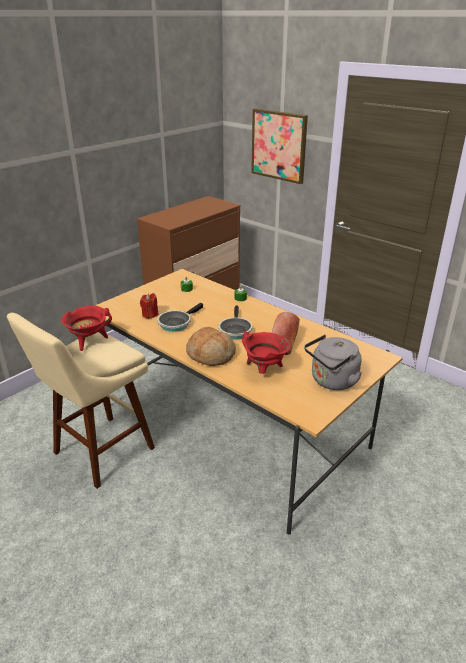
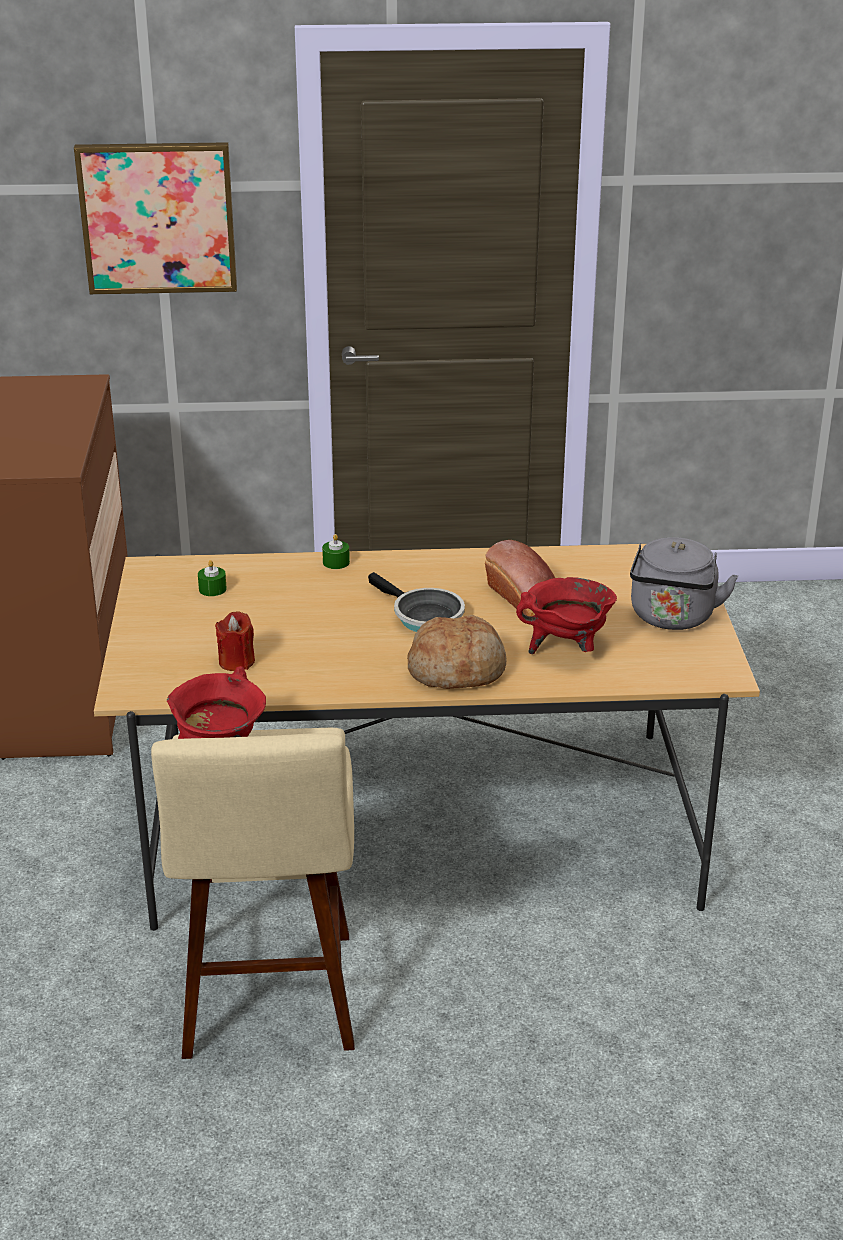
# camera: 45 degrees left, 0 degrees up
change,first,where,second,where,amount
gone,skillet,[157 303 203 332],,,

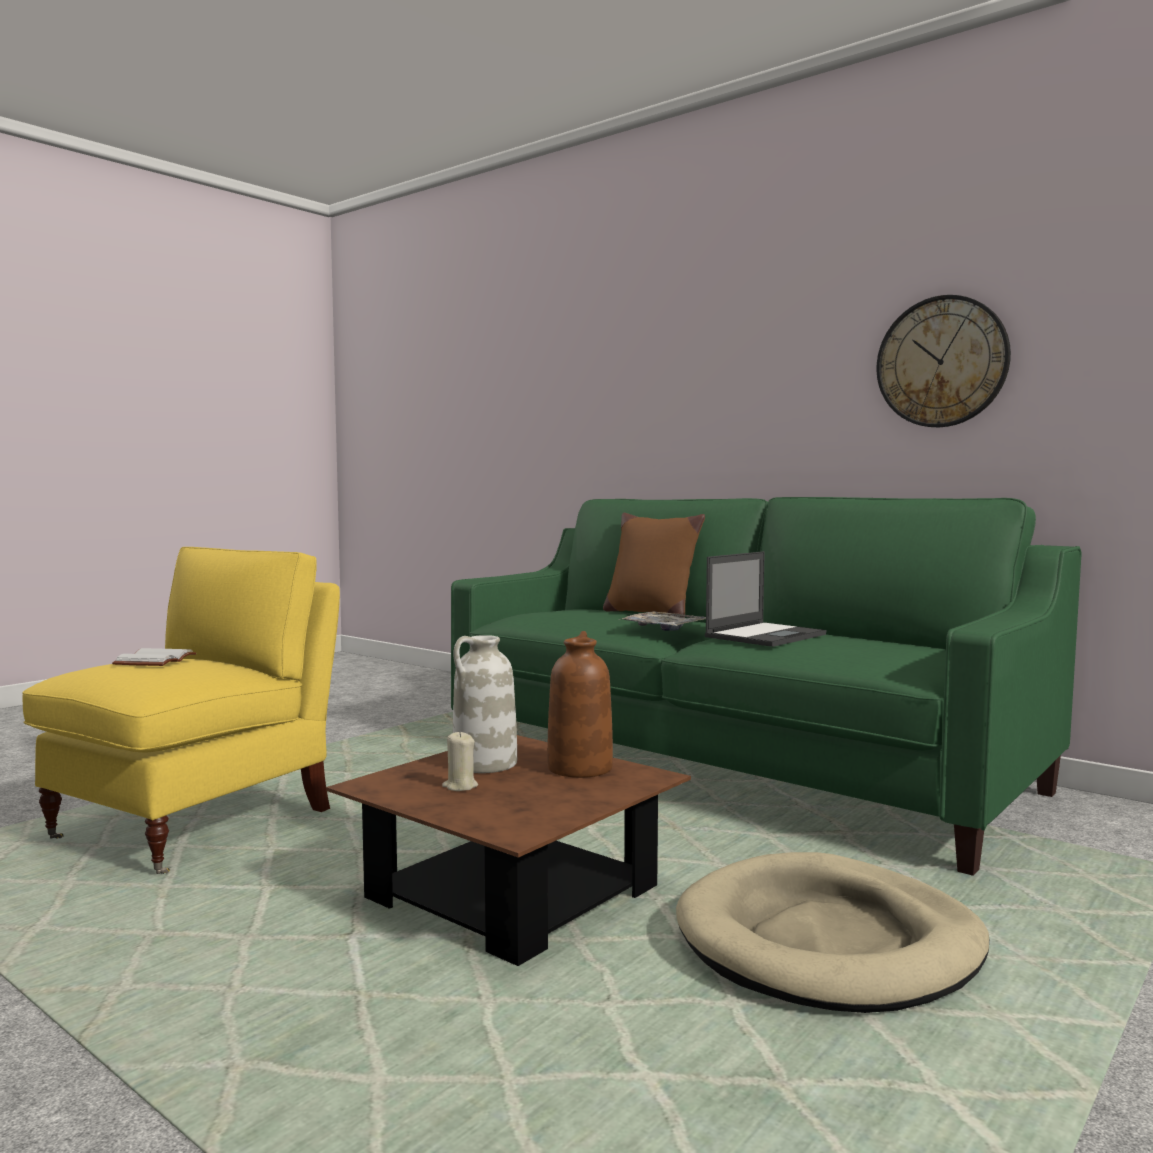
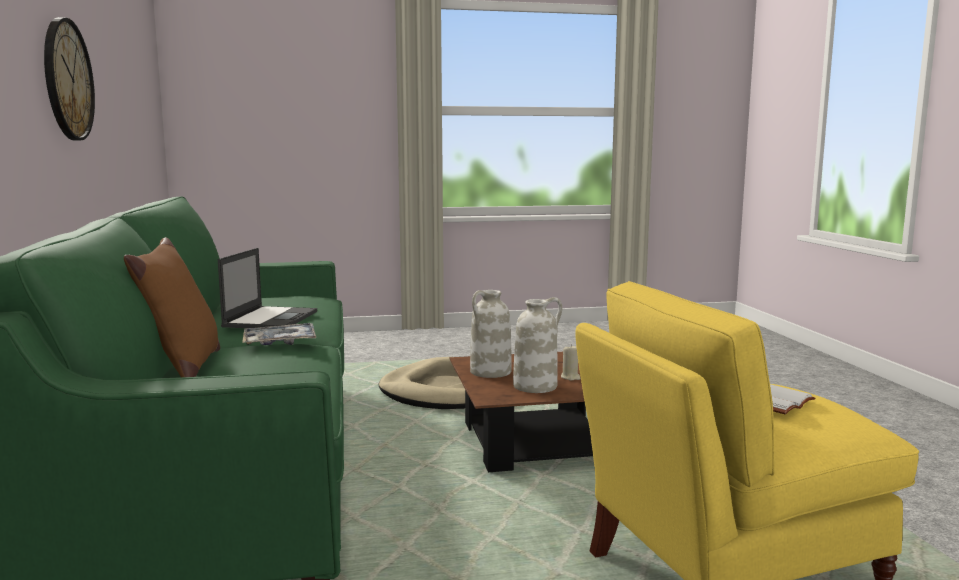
# camera: 140 degrees left, 5 degrees up
change,first,where,second,where,amount
repainted,vase/brown,[547 631 613 778],vase/white,[470 290 512 378],
rotated,laptop,[705 551 826 647],,[218 248 317 328],105 degrees clockwise

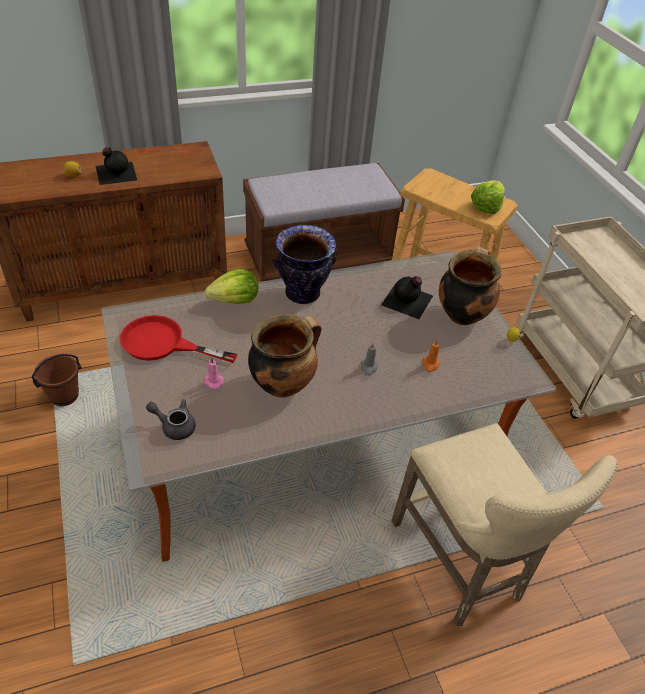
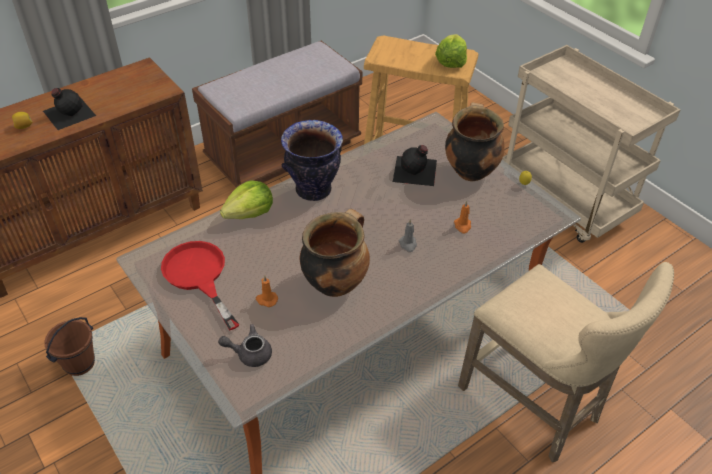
# camera: 15 degrees left, 0 degrees up
change,first,where,second,where,amount
rotated,skillet/red,[120 315 238 363],,[161 241 240 331],60 degrees clockwise
repainted,candle/pink-coloured,[204 358 224 389],candle/orange,[256 275 278 307],

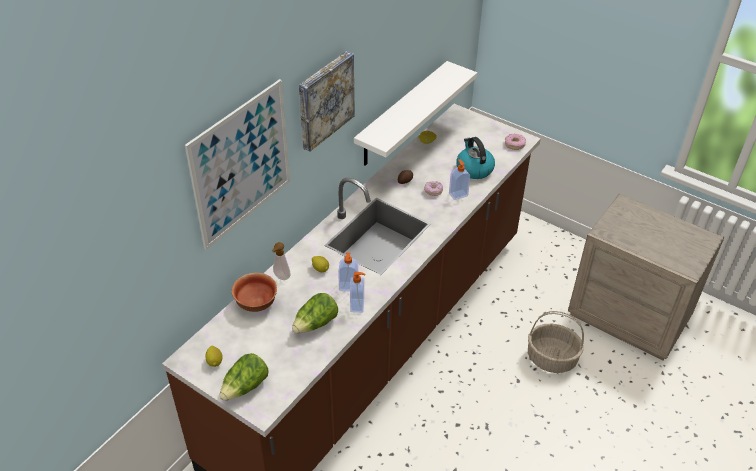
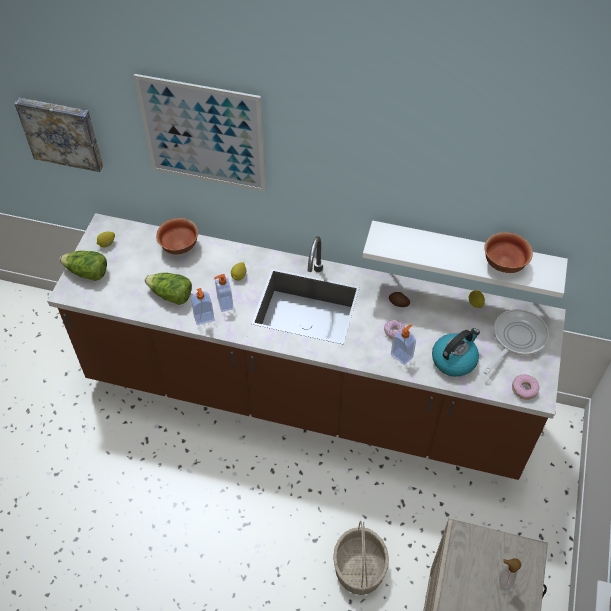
# camera: 70 degrees right, 10 degrees up
change,first,where,second,where,amount
shifted,liquid soap bottle,[272 242 291 280],,[499 558 521 590],
shifted,picture,[299 51 355 152],,[14 98 103 172],
new,,,skillet,[483 309 549 374],
new,,,deep dish,[484 232 533 273],

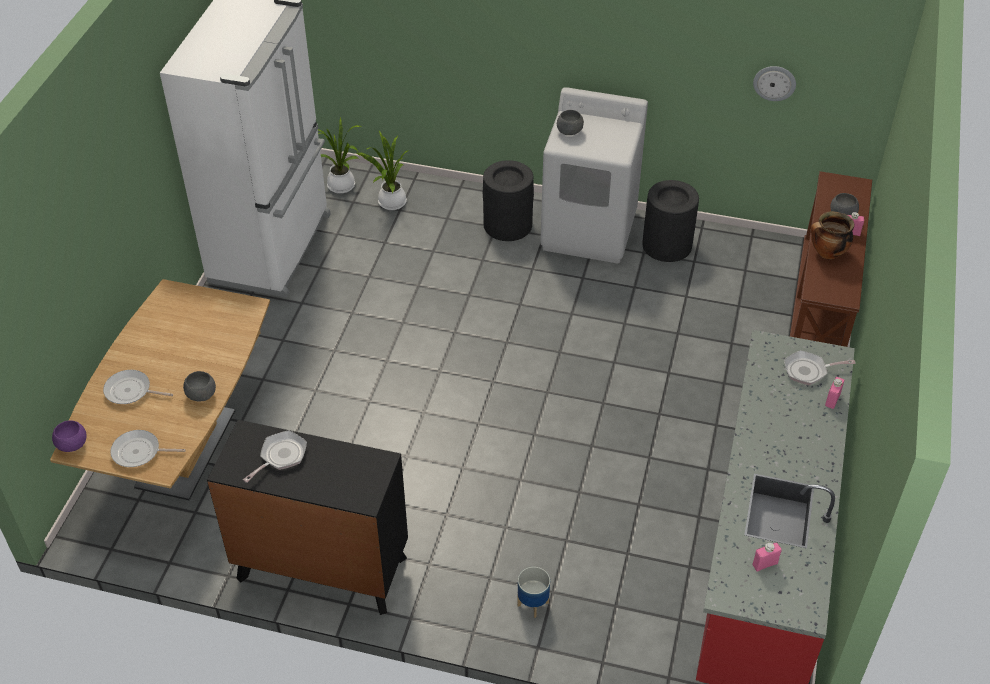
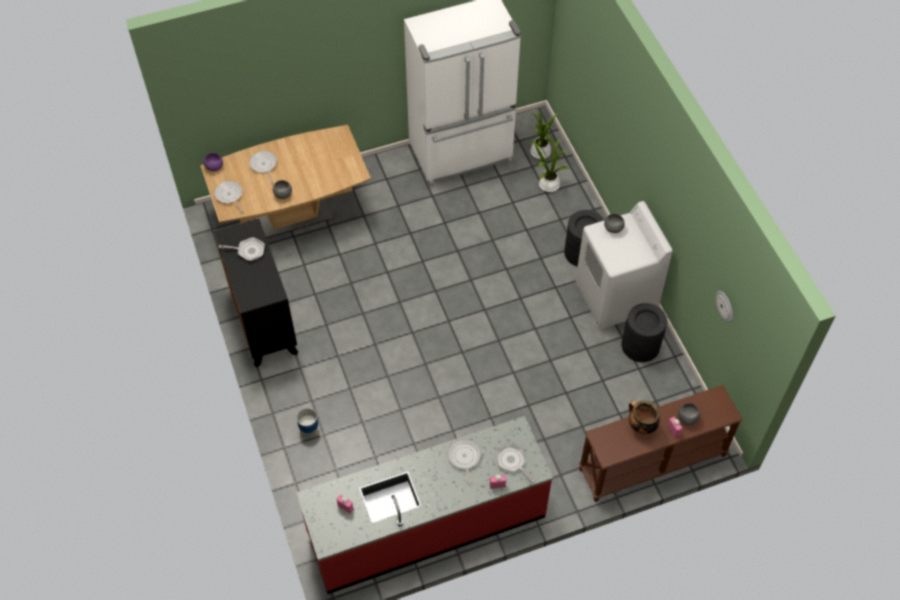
# camera: 55 degrees right, 10 degrees up
change,first,where,second,where,amount
new,,,skillet,[448 439 481 486],

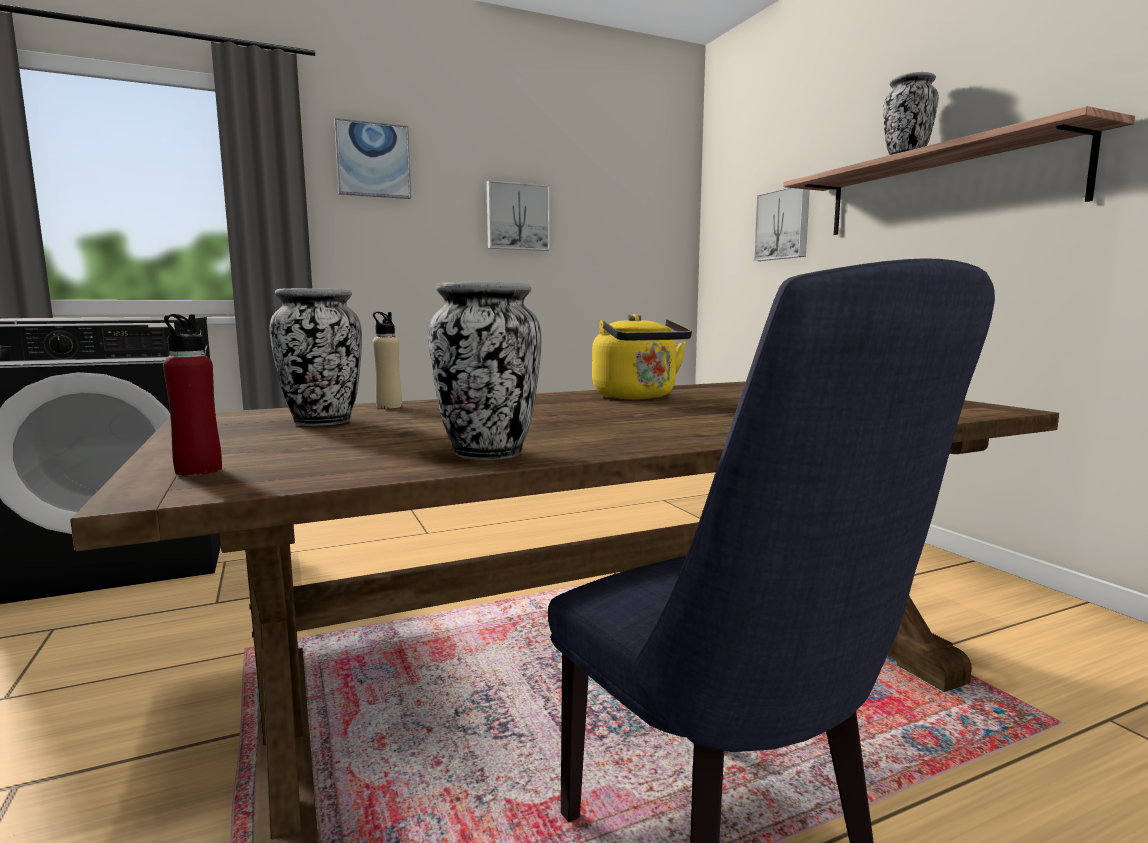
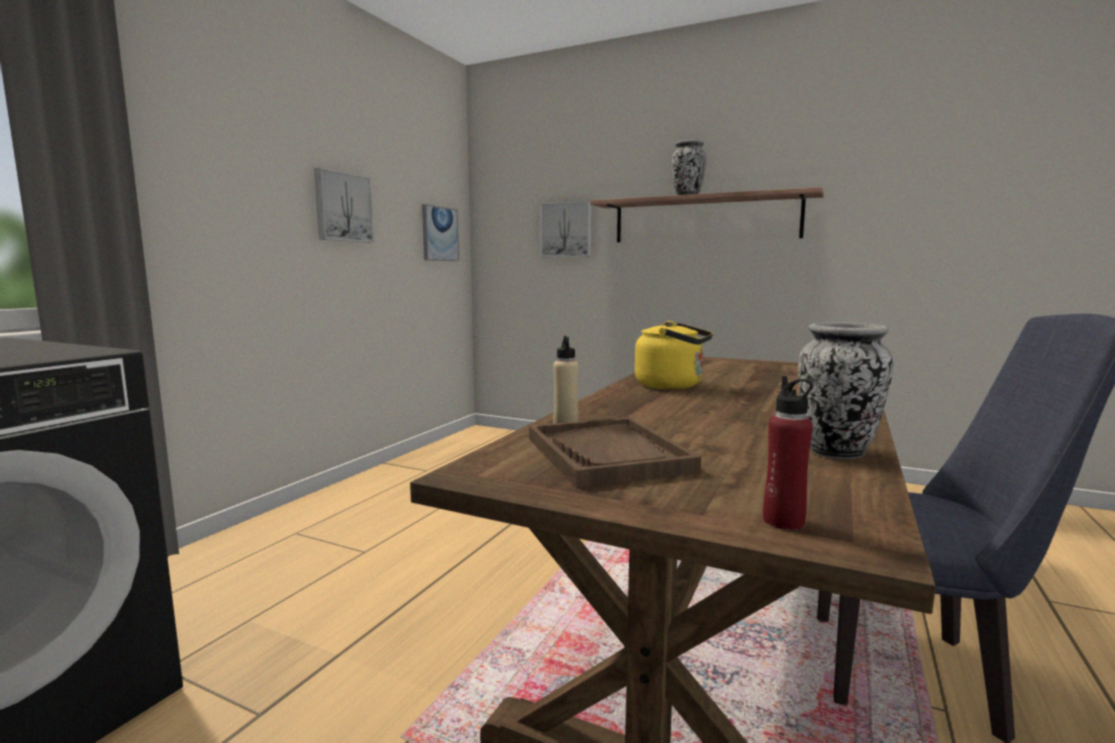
# camera: 40 degrees left, 0 degrees up
change,first,where,second,where,amount
swapped,vase,[269 288 362 426],serving tray/brown,[529 417 701 488],
shifted,picture,[334 118 411 199],,[422 204 459 261],

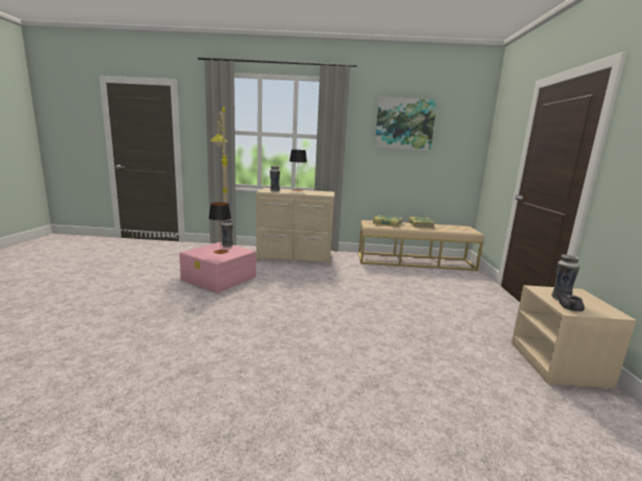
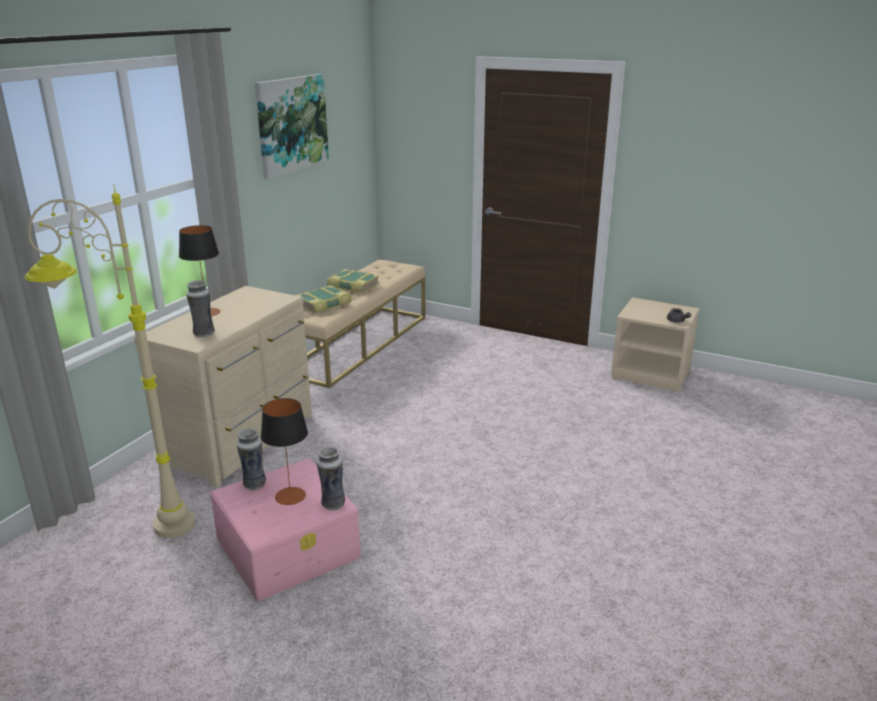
# camera: 65 degrees left, 10 degrees up
change,first,where,second,where,amount
shifted,vase,[551 255 580 301],,[317 446 345 510],

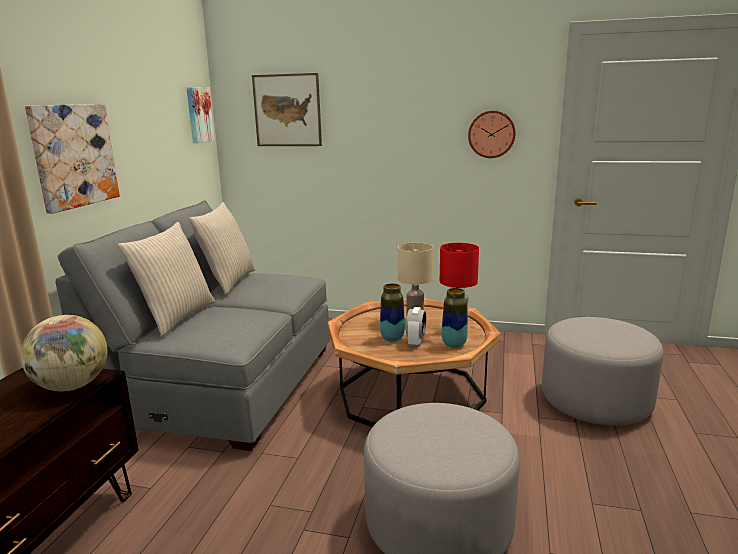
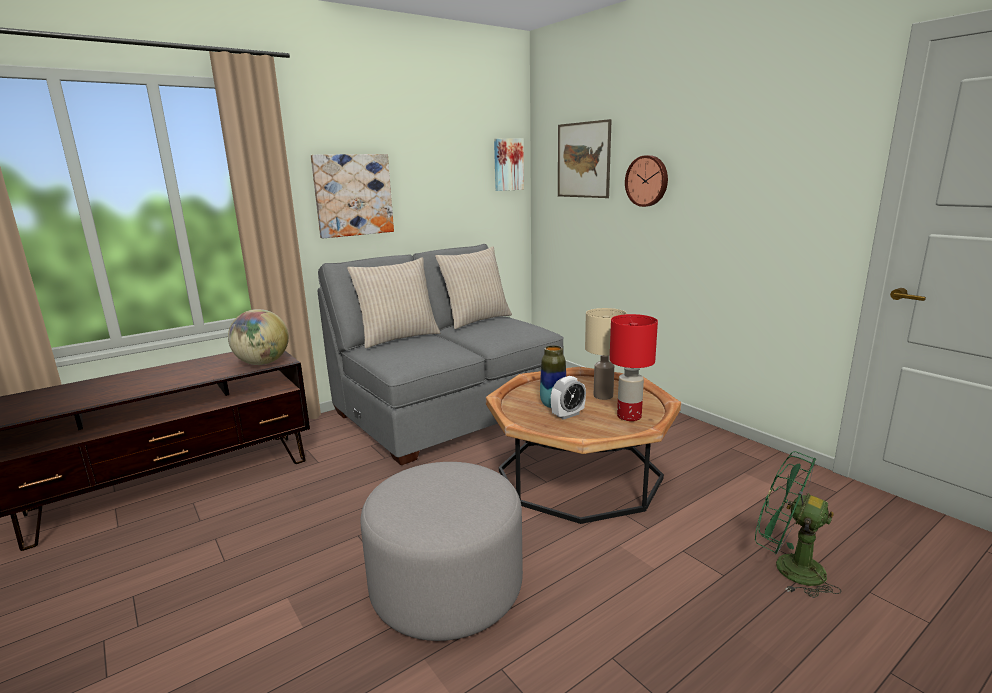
# camera: 40 degrees right, 0 degrees up
change,first,where,second,where,amount
gone,vase,[442 288 468 348],,,
shifted,hanging clock,[468 110 516 158],,[625 155 668 207],
swapped,ottoman/greyish,[542 317 664 426],fan/greenish,[755 451 841 598],

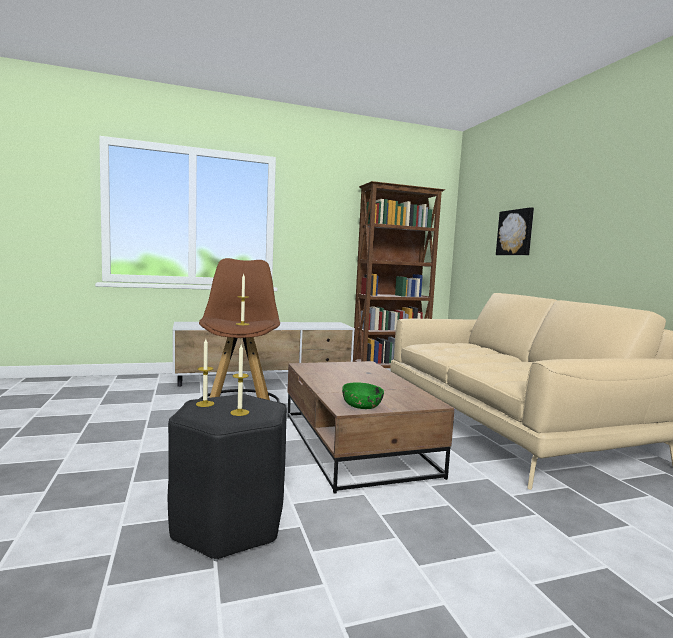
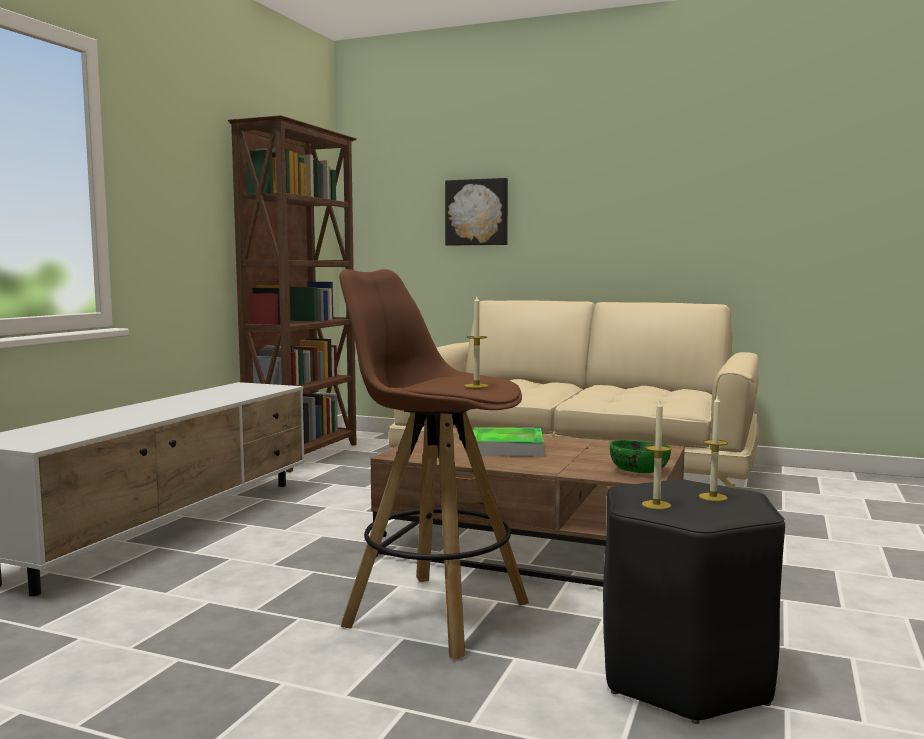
# camera: 50 degrees left, 0 degrees up
change,first,where,second,where,amount
new,,,serving tray,[473 427 543 456],

